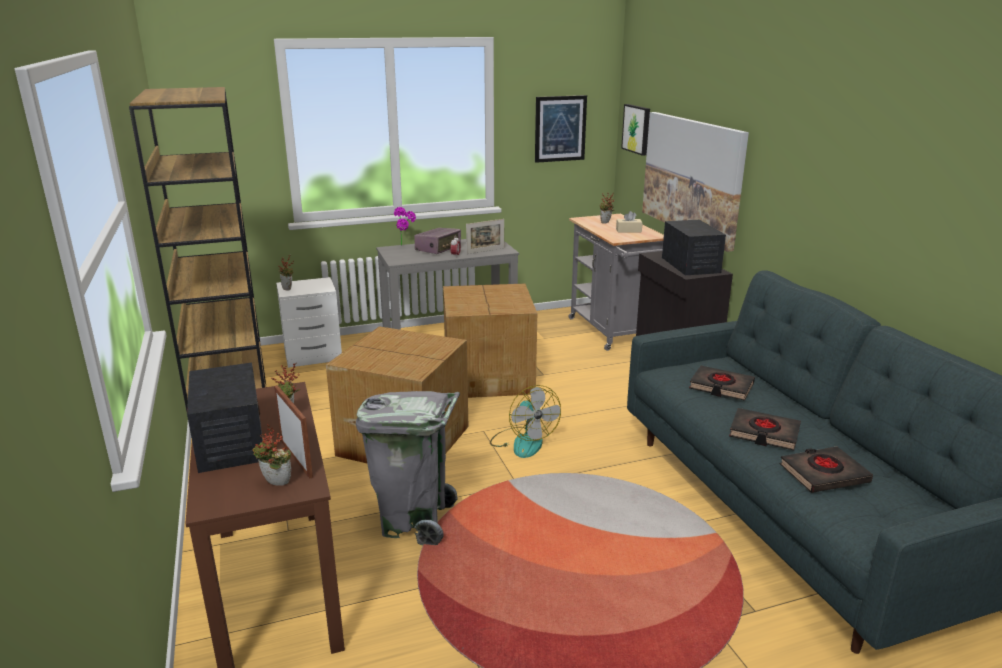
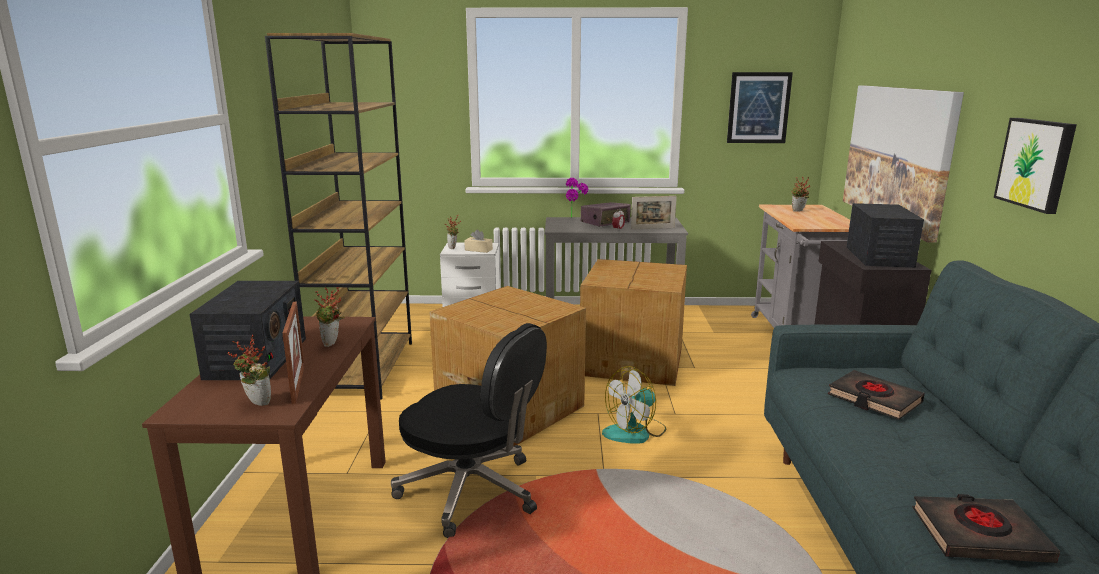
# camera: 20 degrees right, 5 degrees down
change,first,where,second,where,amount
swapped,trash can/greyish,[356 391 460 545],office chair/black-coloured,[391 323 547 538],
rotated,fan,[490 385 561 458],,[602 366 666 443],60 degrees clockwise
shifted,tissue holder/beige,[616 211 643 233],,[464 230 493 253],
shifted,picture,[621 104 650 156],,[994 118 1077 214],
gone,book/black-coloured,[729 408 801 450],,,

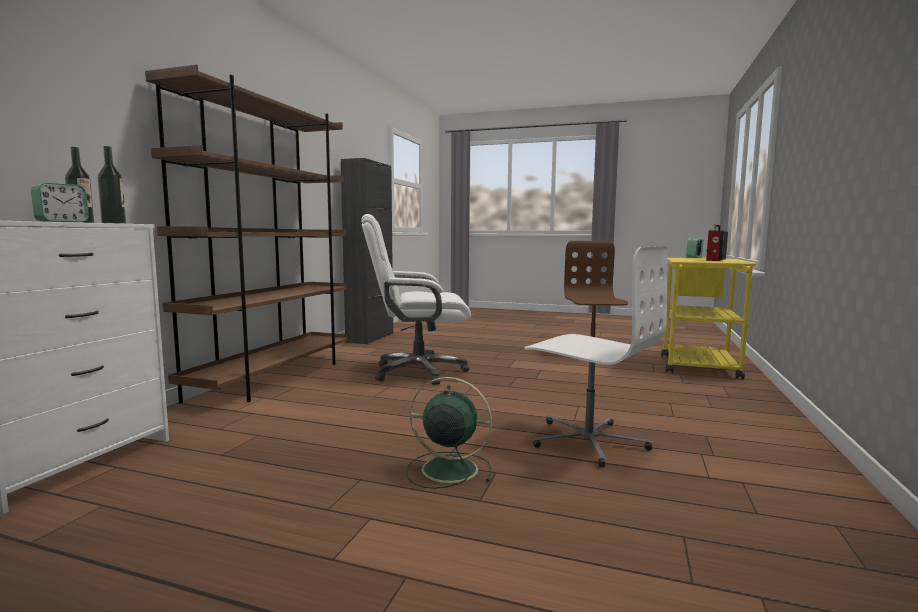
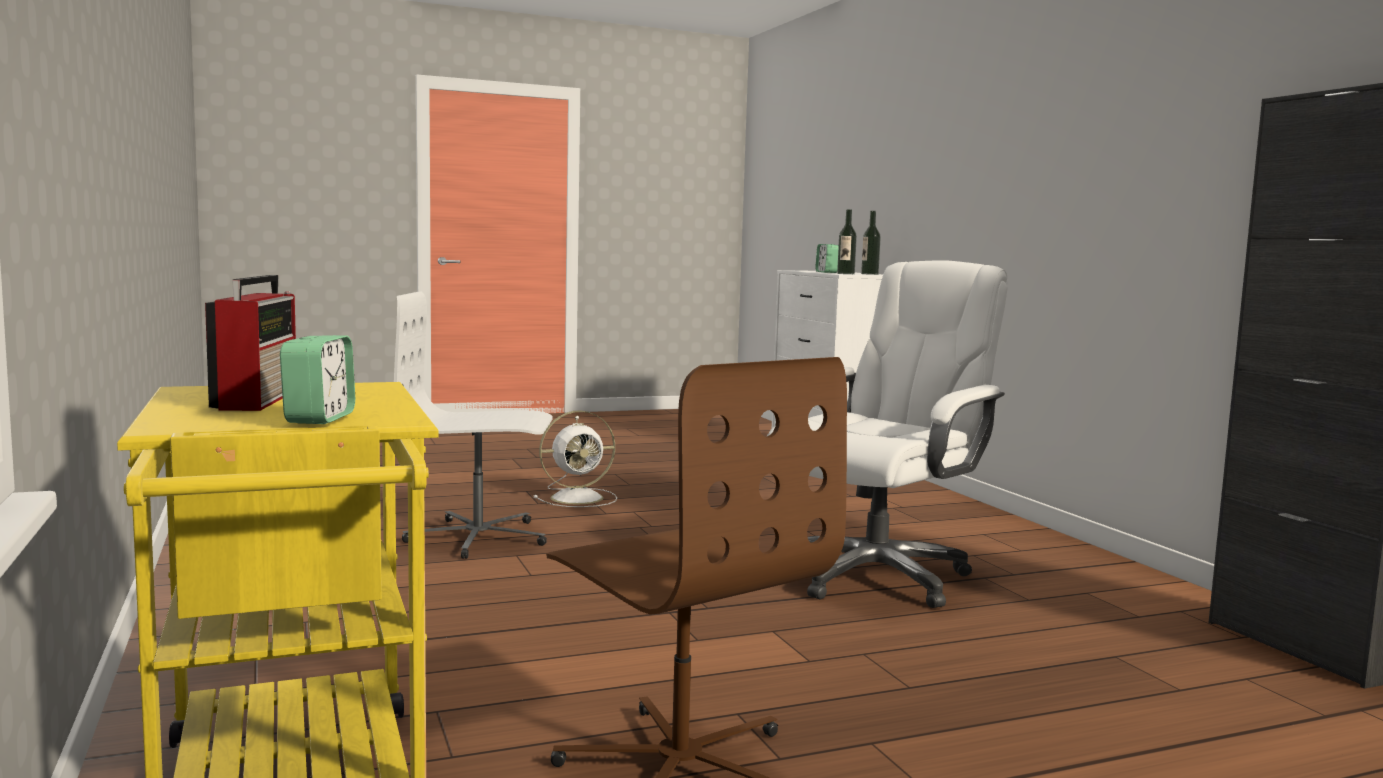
# camera: 140 degrees right, 0 degrees up
change,first,where,second,where,amount
gone,shelving unit/brown,[145 65 348 403],,,
repainted,fan/greenish,[406 377 492 489],fan/white,[534 410 617 507],

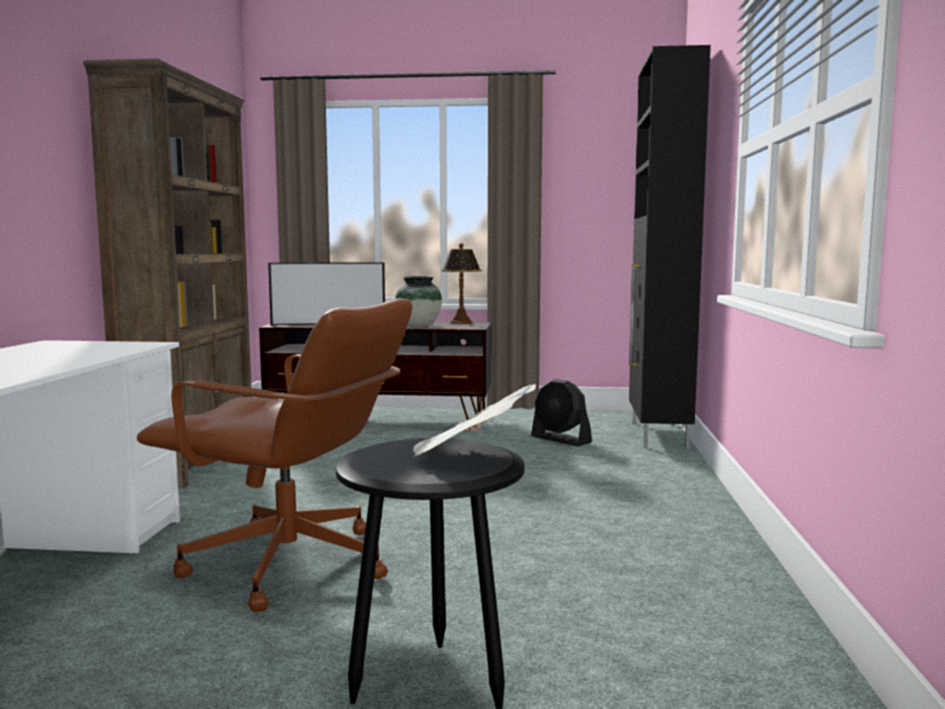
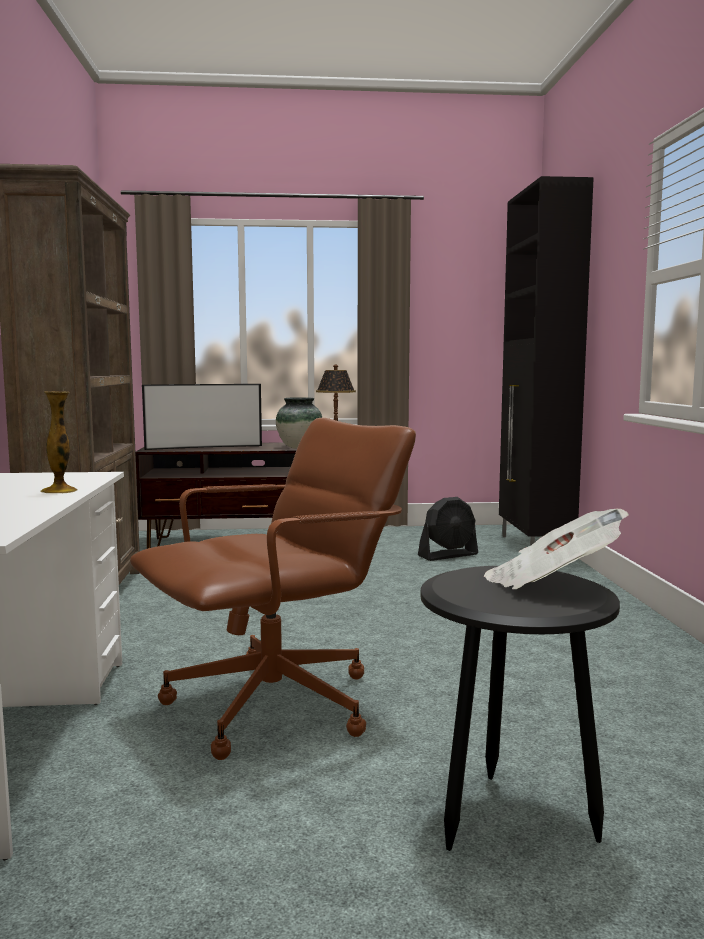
# camera: 10 degrees left, 0 degrees up
change,first,where,second,where,amount
rotated,office chair/brown,[137 298 412 612],,[130 418 416 760],45 degrees counterclockwise
rotated,fan/black-coloured,[531 379 592 446],,[418 497 478 561],60 degrees counterclockwise
new,,,vase,[41 391 78 493],

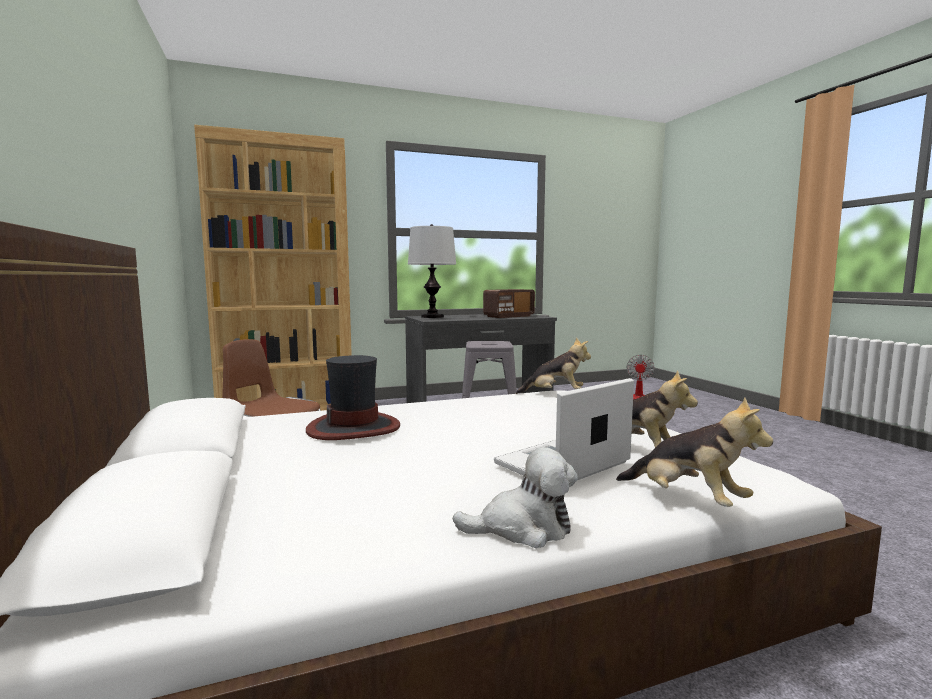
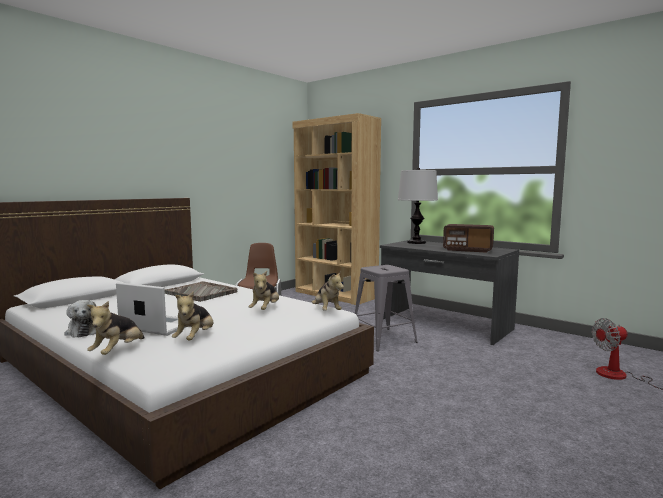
# camera: 60 degrees right, 0 degrees up
change,first,where,second,where,amount
swapped,clothing hat,[306 355 400 440],serving tray/greyish,[165 281 237 302],
new,,,soft toy,[249 271 279 310],

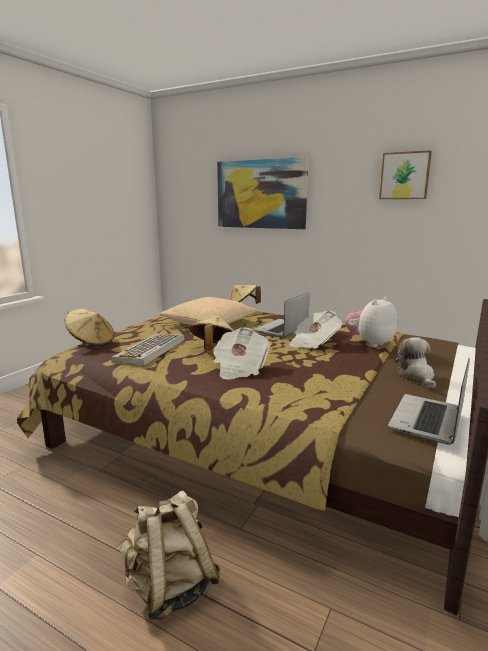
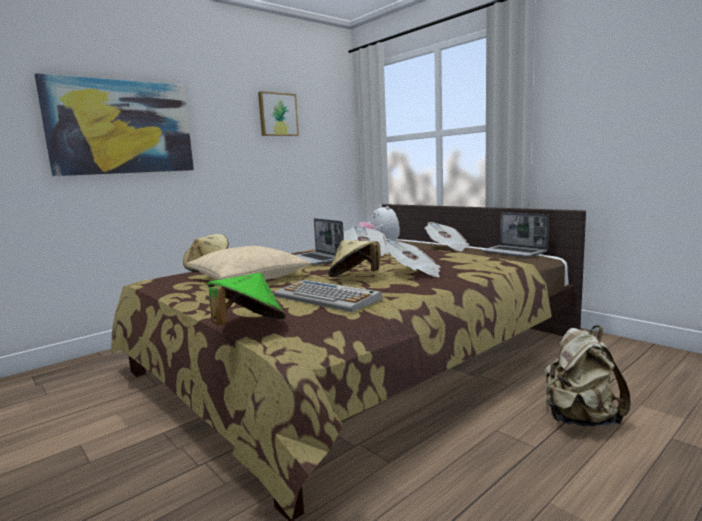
# camera: 70 degrees left, 5 degrees down
change,first,where,second,where,amount
repainted,clothing hat/beige,[64 309 114 346],clothing hat/greenish,[207 273 286 325],
swapped,soft toy,[395 337 436 389],newspaper,[425 222 470 251],

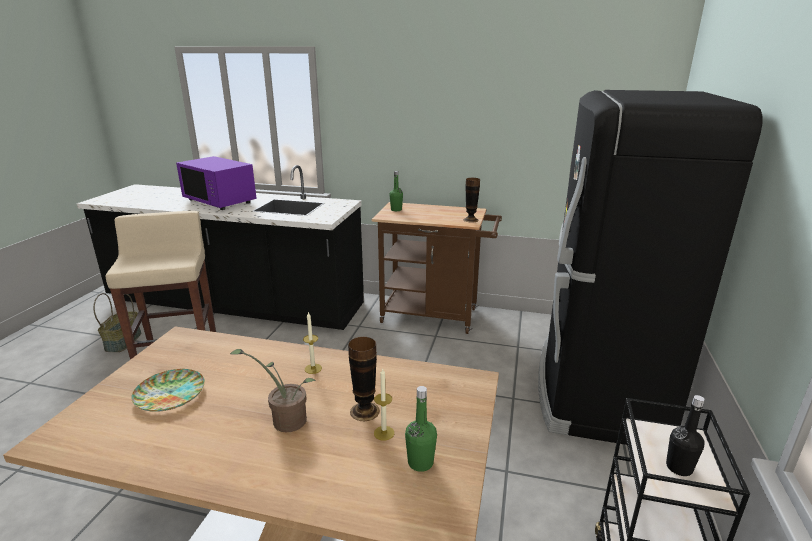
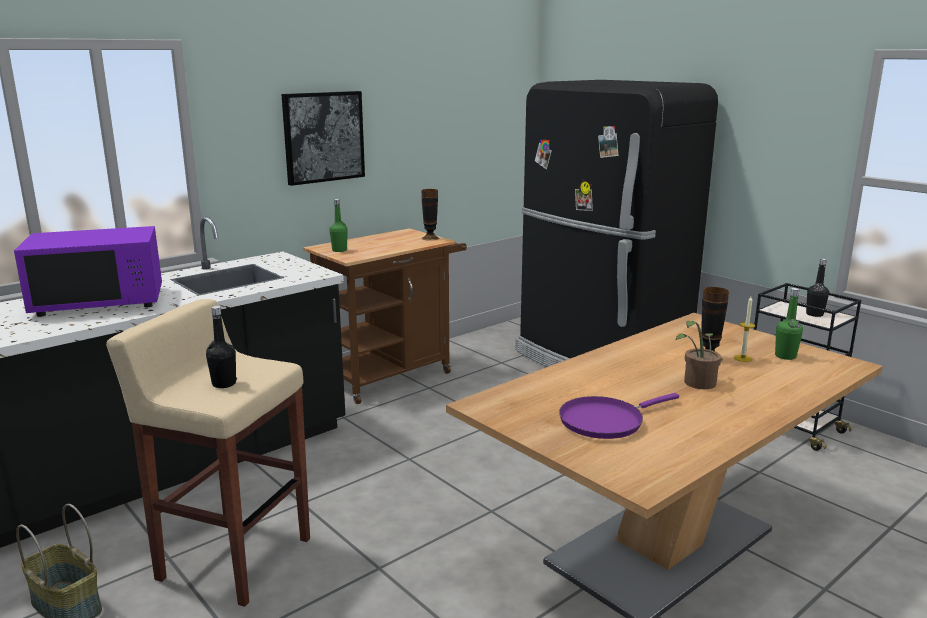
# camera: 55 degrees left, 5 degrees down
change,first,where,second,where,amount
swapped,dinner plate,[131 369 205 412],skillet/purplish,[559 393 679 439],
gone,candle,[303 312 322 374],,,
new,,,drink bottle/black-coloured,[206 306 237 388],
new,,,picture,[281 91 365 186],

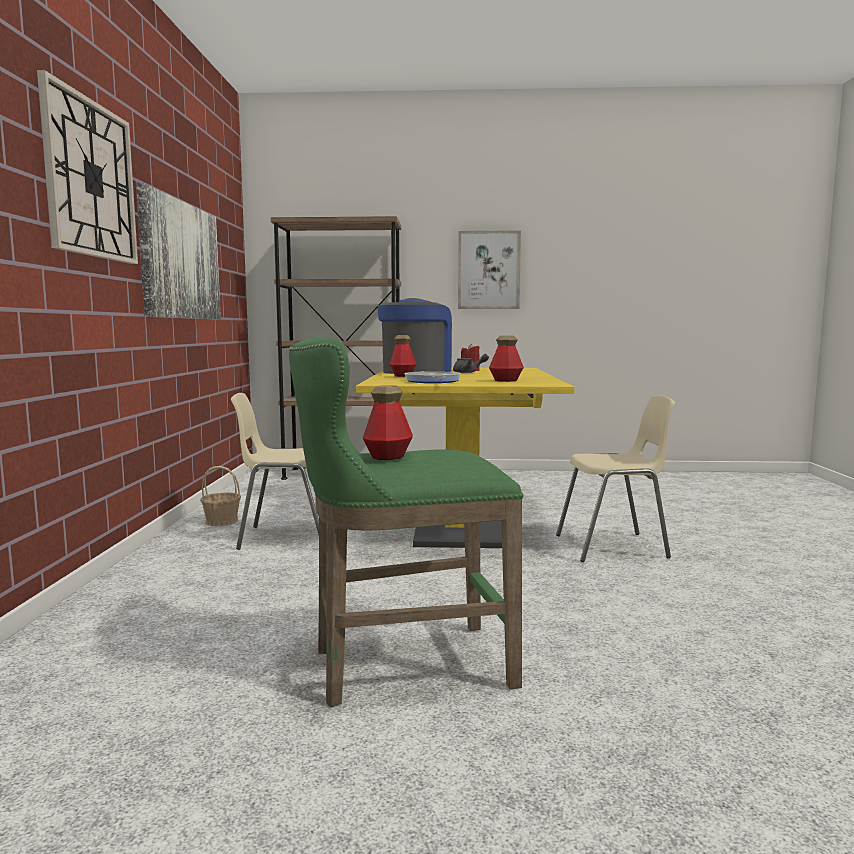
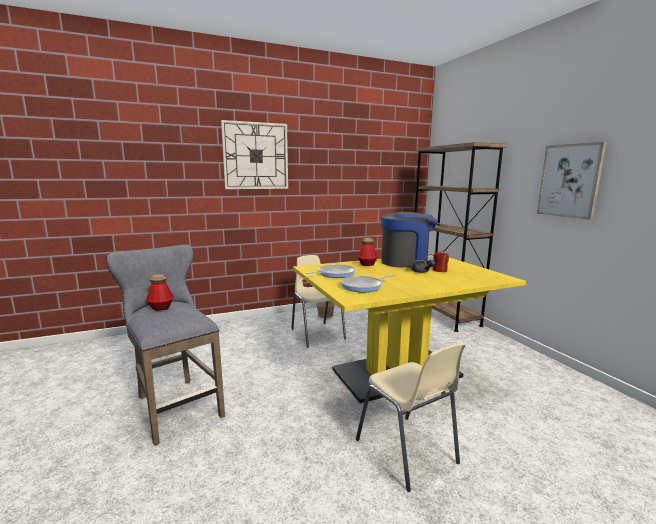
# camera: 65 degrees right, 5 degrees up
change,first,where,second,where,amount
gone,picture,[136 183 221 319],,,
repainted,sitting stool/greenish,[289 336 524 707],sitting stool/greyish,[106 245 225 446],
swapped,drink bottle,[489 336 524 382],skillet,[341 274 396 292],

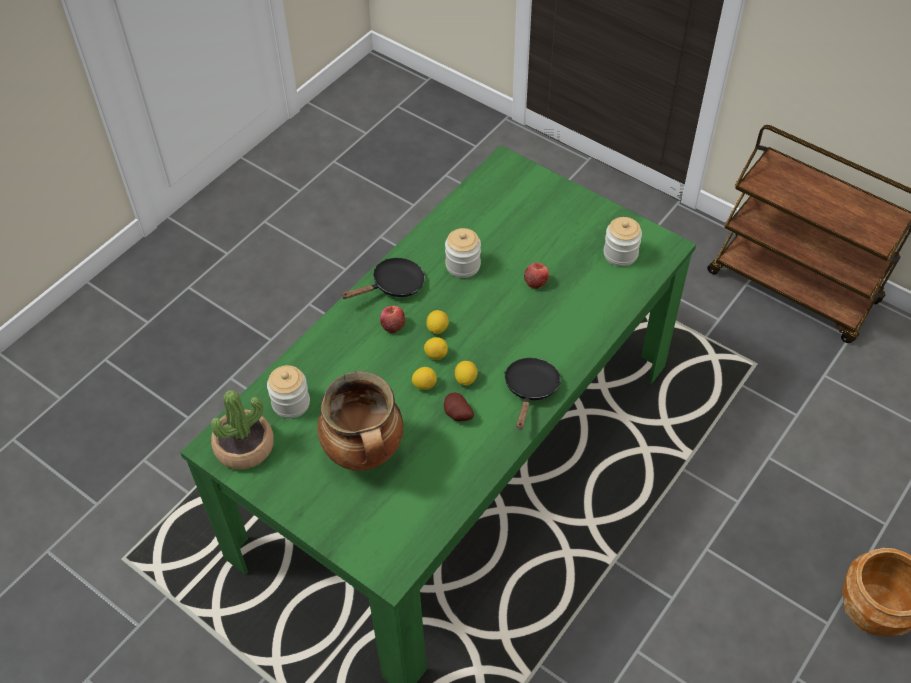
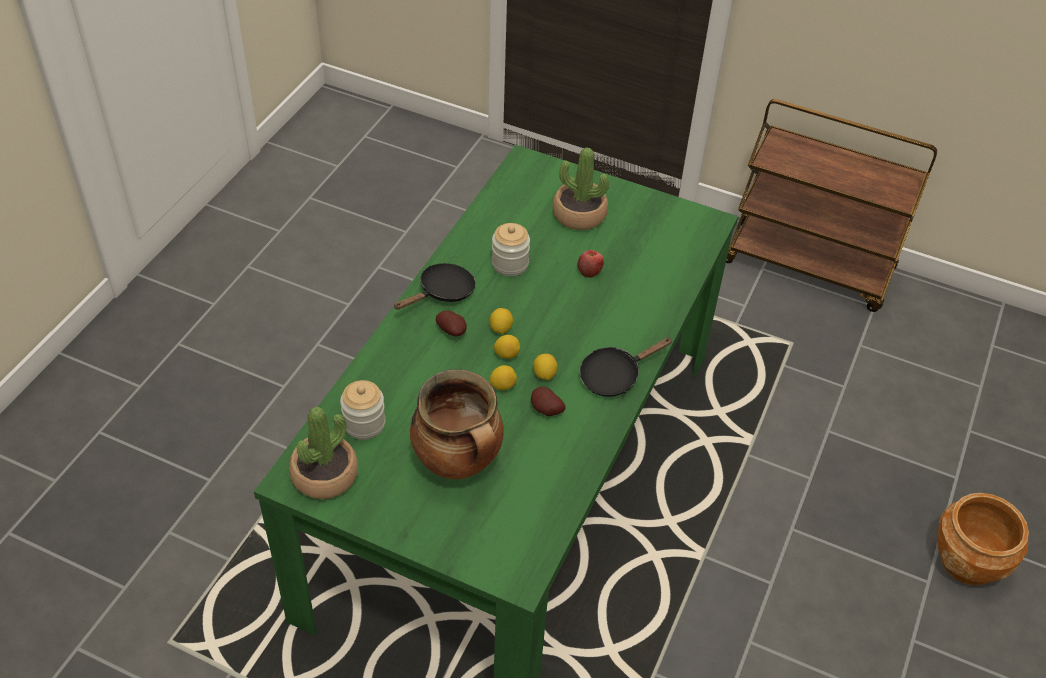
# camera: 15 degrees left, 5 degrees down
change,first,where,second,where,amount
swapped,whole apple,[380 306 405 333],whole potato,[436 311 467 336],
rotated,skillet/black-coloured,[504 358 561 430],,[579 337 673 397],120 degrees counterclockwise
gone,jar,[604 217 642 267],,,
new,,,plant in a pot,[553 147 609 230],

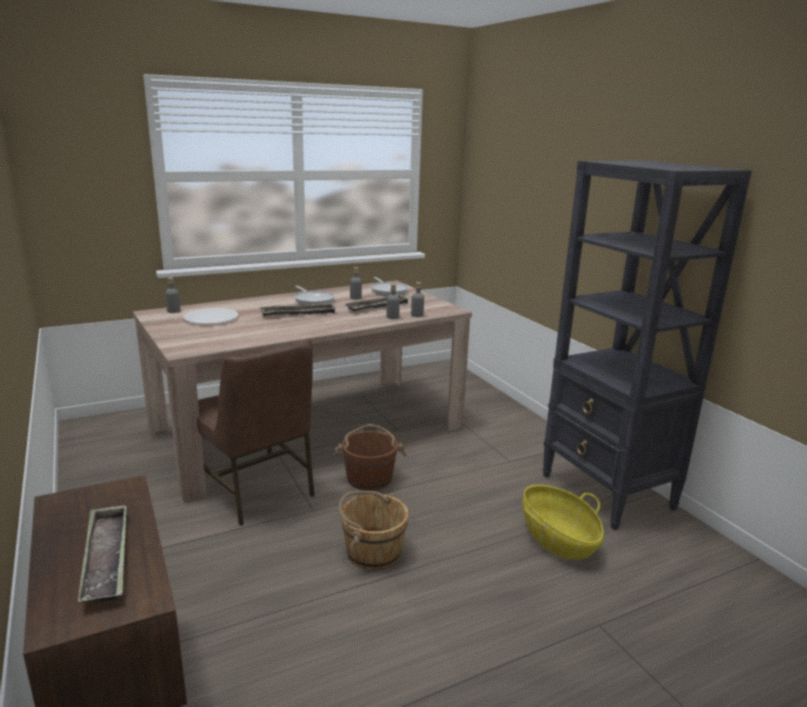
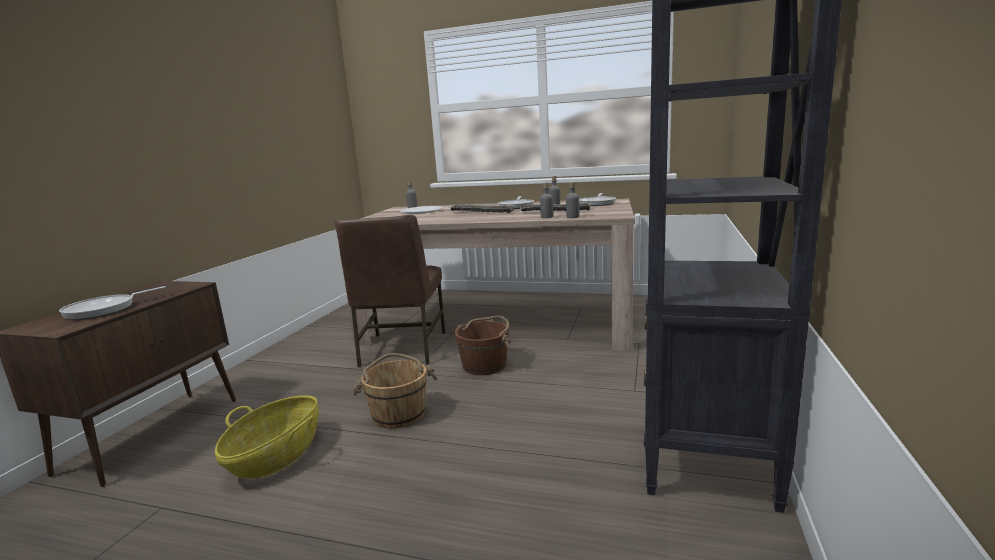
# camera: 45 degrees right, 5 degrees down
change,first,where,second,where,amount
swapped,serving tray,[78 505 126 603],skillet,[59 286 166 320],
shifted,household basket,[522 485 604 559],,[215 395 319 479],

